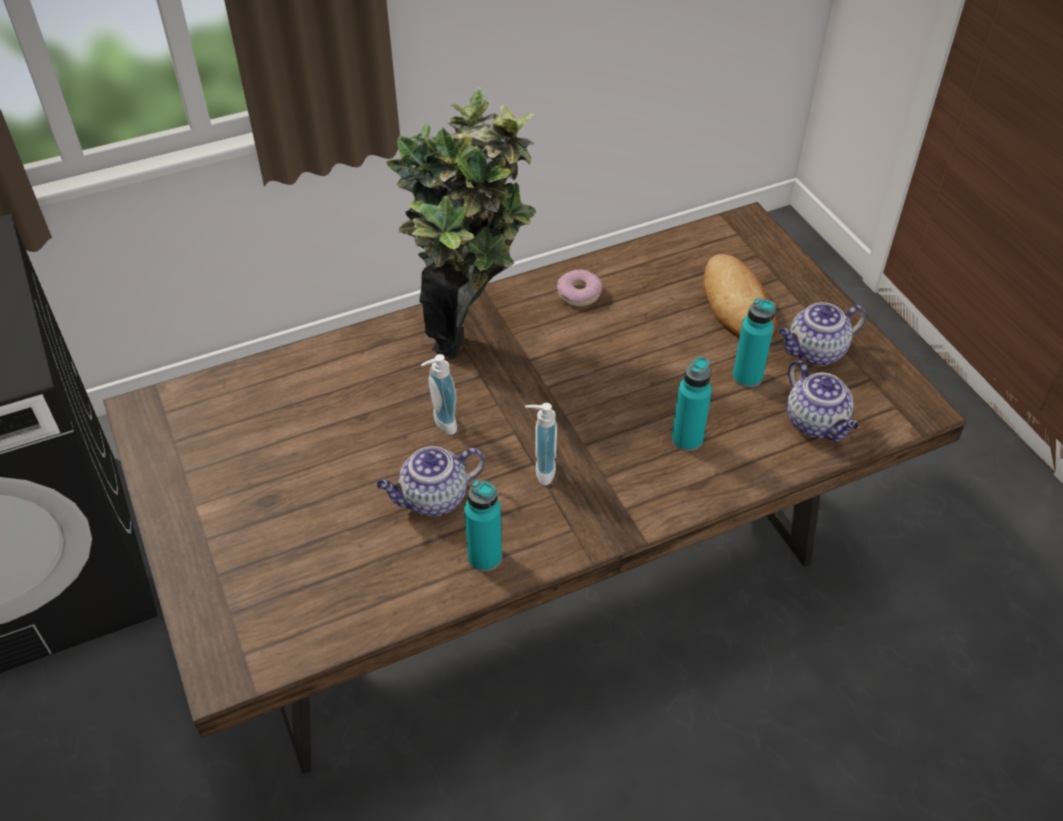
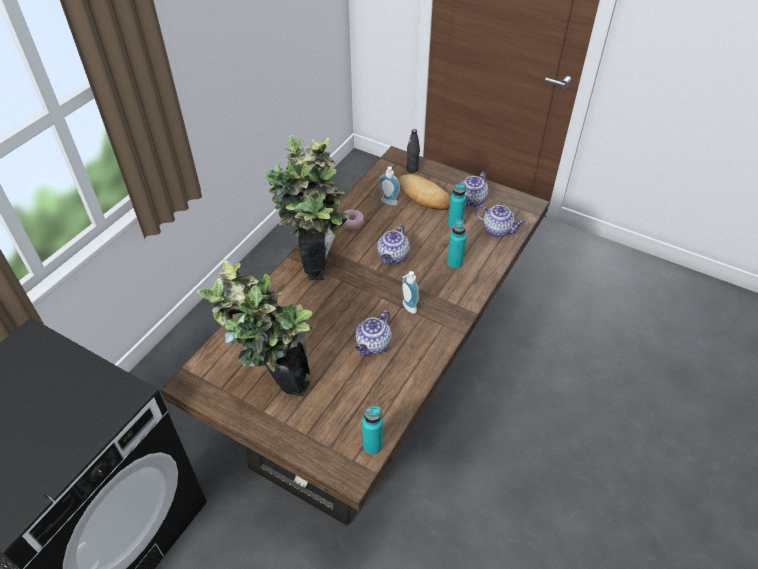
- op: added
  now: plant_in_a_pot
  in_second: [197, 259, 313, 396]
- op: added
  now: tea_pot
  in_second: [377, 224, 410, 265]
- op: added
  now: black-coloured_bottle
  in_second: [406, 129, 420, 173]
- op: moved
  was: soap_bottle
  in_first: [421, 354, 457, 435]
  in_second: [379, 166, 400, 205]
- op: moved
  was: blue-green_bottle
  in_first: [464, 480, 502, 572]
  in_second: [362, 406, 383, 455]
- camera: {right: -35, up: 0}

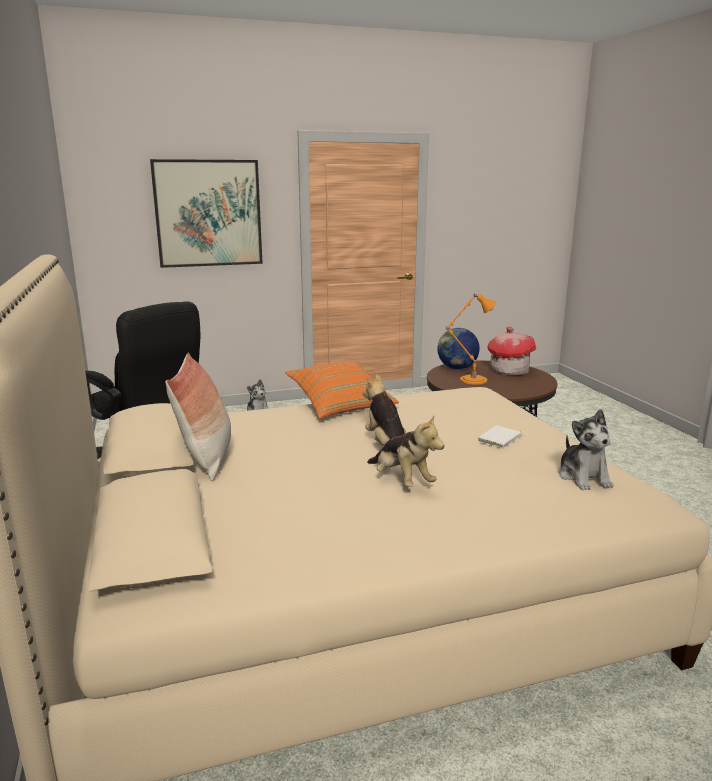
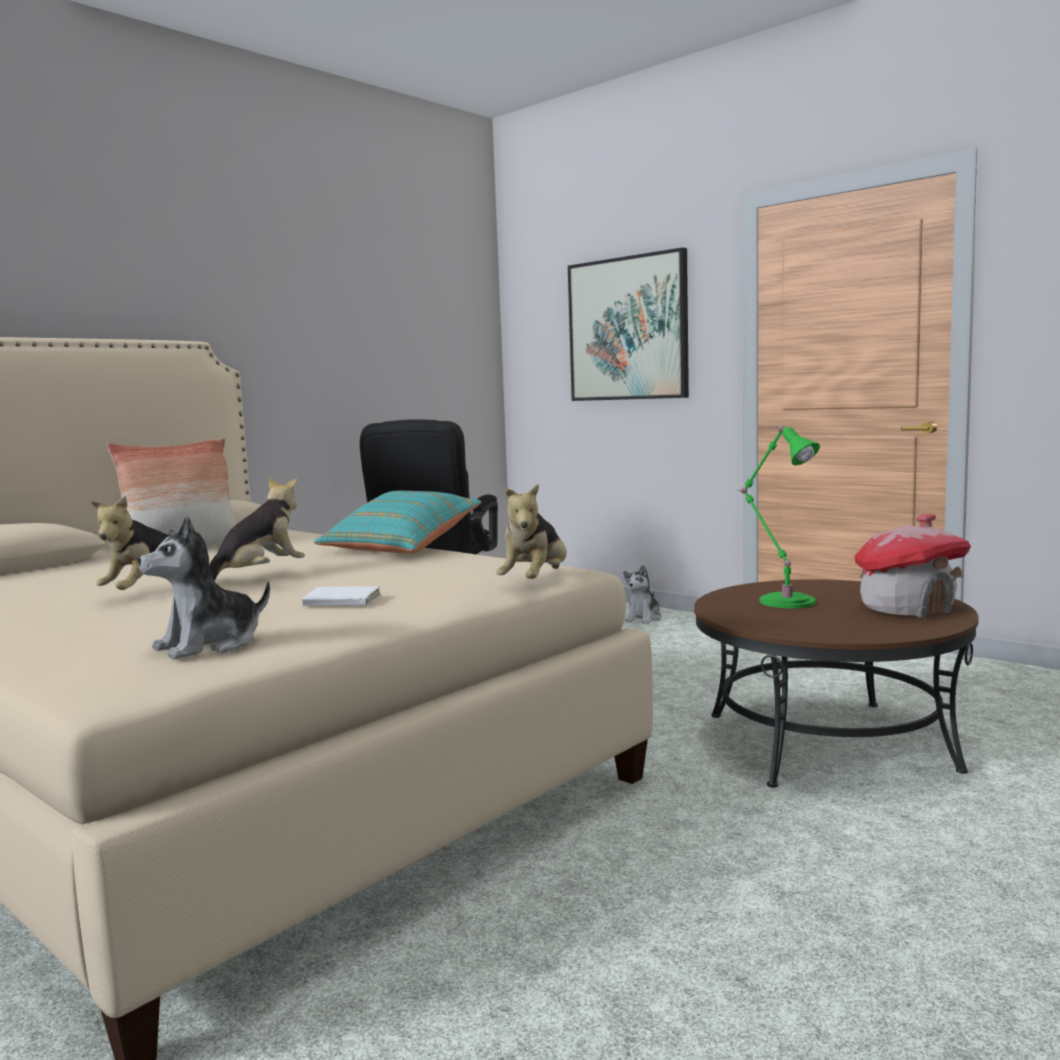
- op: removed
  was: globe
  in_first: [437, 328, 480, 369]
- op: added
  now: plush_toy
  in_second: [496, 484, 567, 579]
- op: recoloured
  was: orangey_throw_pillow
  now: blue-green_throw_pillow
  in_first: [285, 361, 399, 418]
  in_second: [314, 491, 482, 553]
- op: recoloured
  was: orangey_lamp_for_a_table
  now: greenish_lamp_for_a_table
  in_first: [446, 294, 496, 385]
  in_second: [738, 426, 820, 608]
- camera: {right: 60, up: -10}

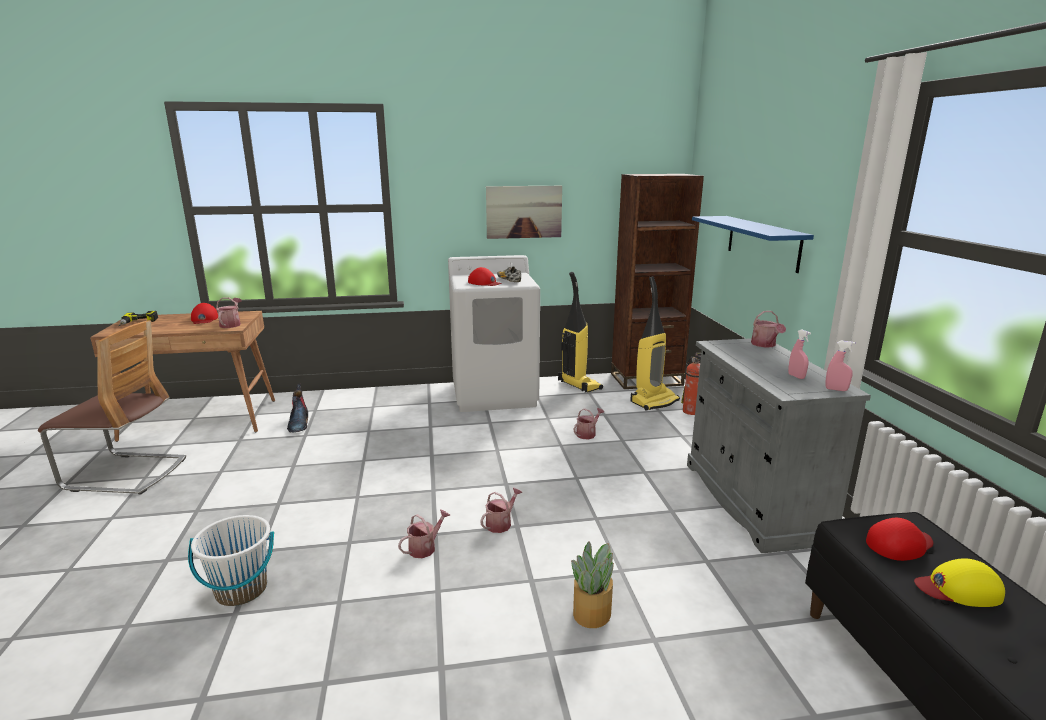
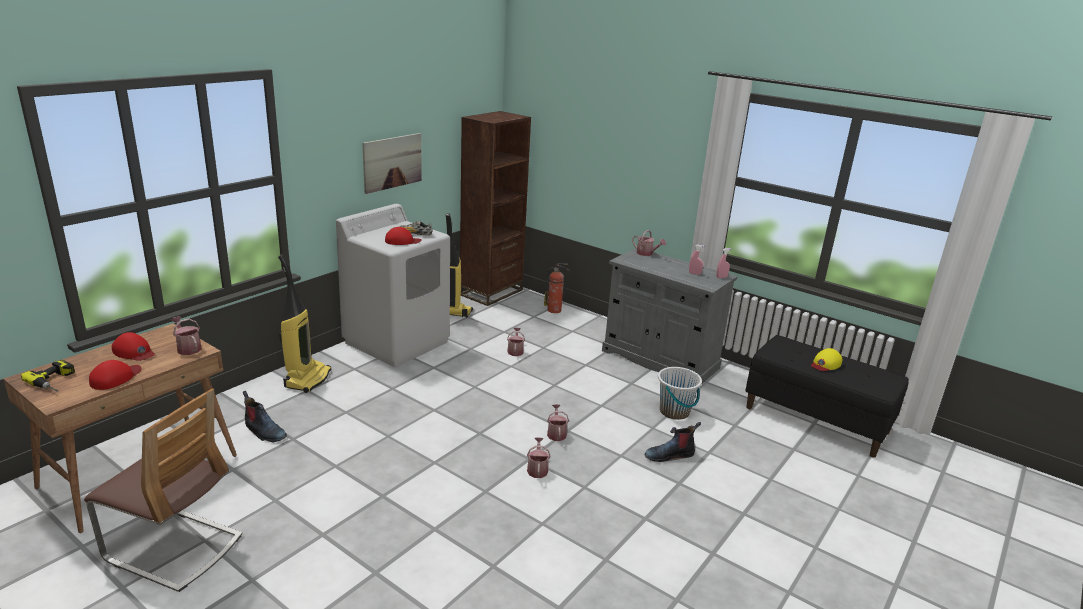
- op: removed
  was: blue_bracket_shelf
  in_first: [692, 216, 814, 273]
- op: moved
  was: white_pail
  in_first: [188, 515, 274, 606]
  in_second: [658, 367, 702, 420]
- op: moved
  was: hoover
  in_first: [630, 276, 680, 411]
  in_second: [278, 255, 331, 393]
- op: moved
  was: red_peaked_cap
  in_first: [866, 518, 933, 561]
  in_second: [89, 360, 142, 390]
- op: replaced
  was: plant_in_a_pot
  now: tall_boot
  in_first: [571, 541, 614, 628]
  in_second: [645, 422, 701, 462]
- op: turned
  was: plain_chair
  in_first: [38, 320, 186, 495]
  in_second: [84, 388, 243, 592]
  clockwise: 60
- camera: {right: -45, up: 5}

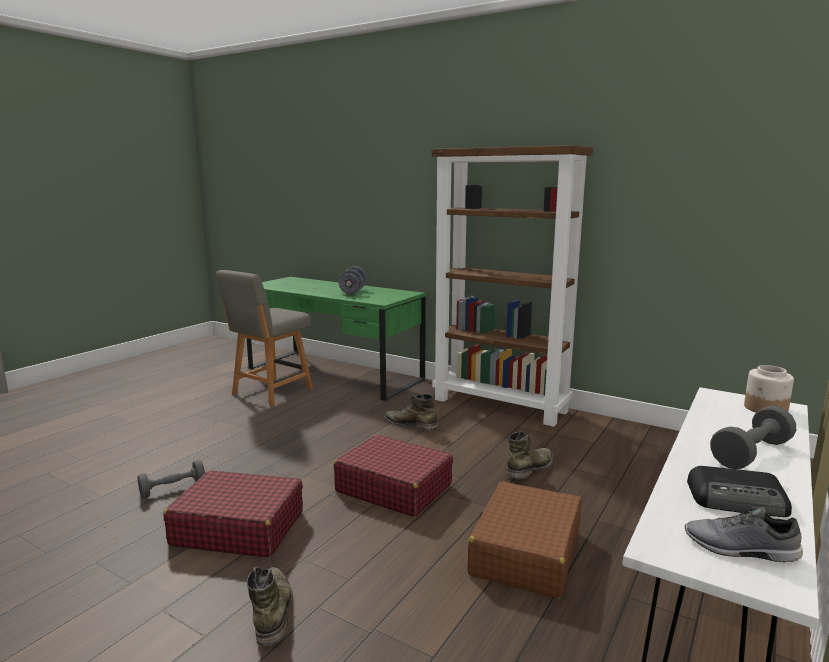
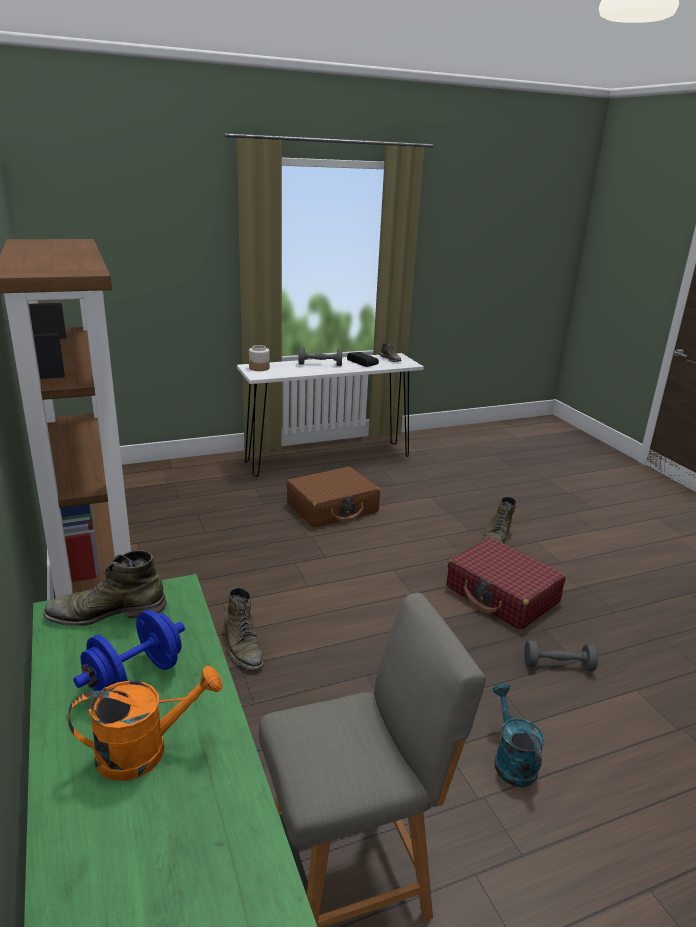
- op: removed
  was: red_suitcase
  in_first: [334, 435, 453, 517]
- op: added
  now: orangey_watering_can
  in_second: [68, 666, 222, 781]
- op: added
  now: blue-green_watering_can
  in_second: [492, 684, 545, 787]
- op: moved
  was: greenish_tall_boot
  in_first: [507, 431, 553, 479]
  in_second: [43, 550, 166, 626]
- op: recoloured
  was: greyish_hand_weight
  now: blue_hand_weight
  in_first: [338, 266, 367, 294]
  in_second: [73, 610, 185, 691]
- camera: {right: -145, up: 10}

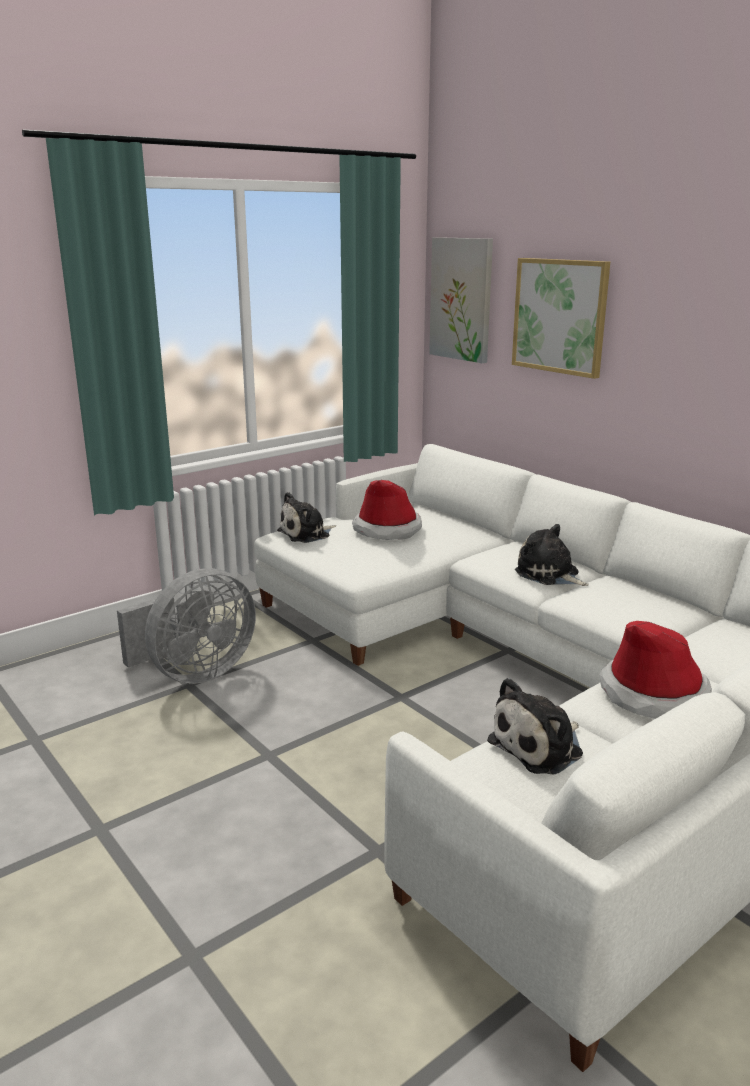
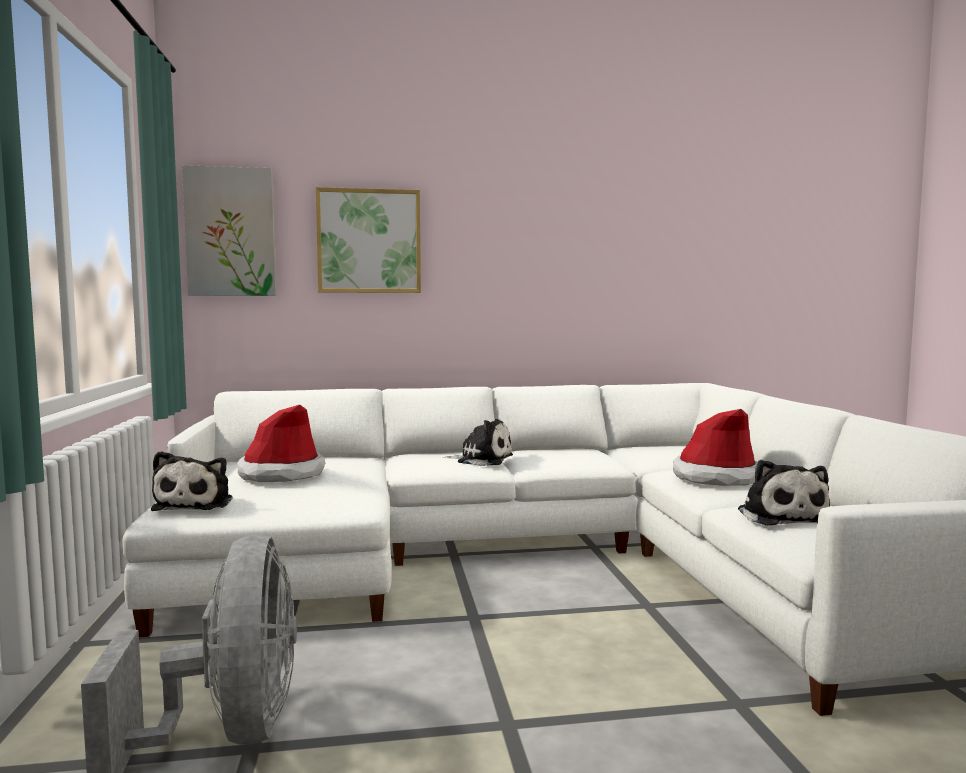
- op: turned
  was: plush_toy
  in_first: [515, 524, 589, 586]
  in_second: [444, 419, 513, 466]
  clockwise: -150
- camera: {right: -60, up: -15}

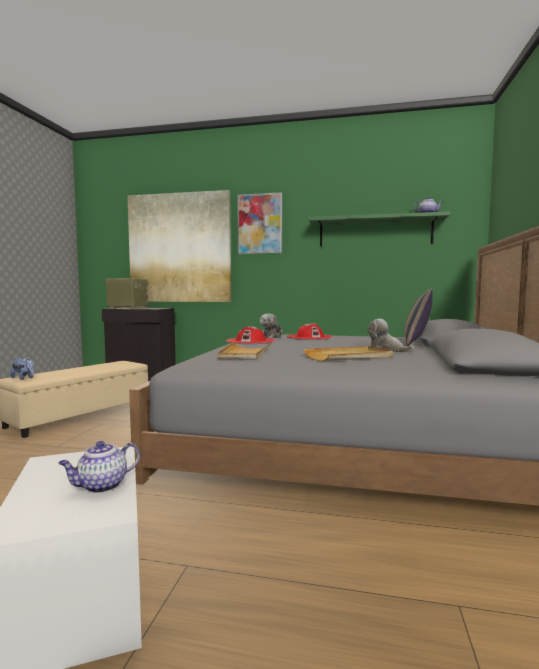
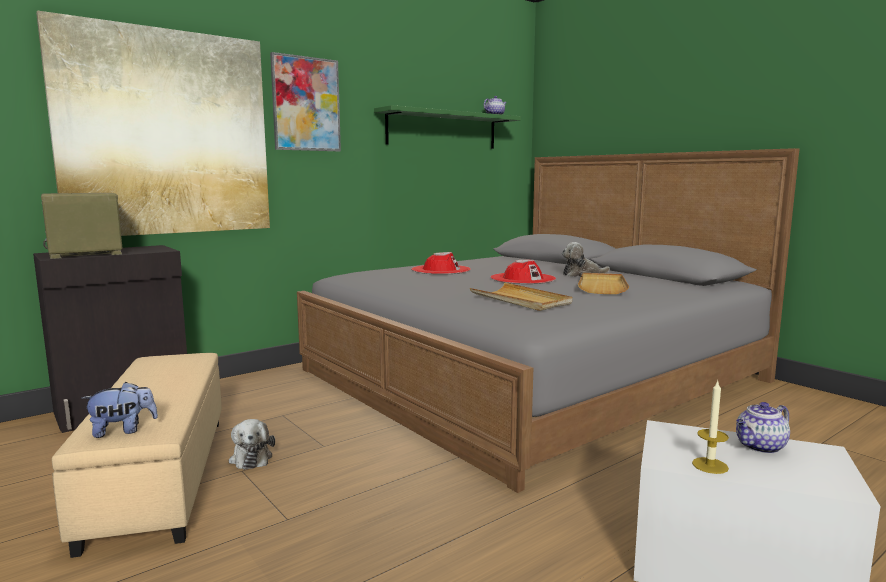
- op: removed
  was: throw_pillow
  in_first: [404, 288, 433, 346]
- op: added
  now: wax_candle
  in_second: [692, 380, 729, 474]
- op: moved
  was: red_clothing_hat
  in_first: [226, 326, 276, 344]
  in_second: [490, 260, 556, 284]
- op: moved
  was: plush_toy
  in_first: [260, 314, 283, 339]
  in_second: [229, 419, 275, 470]
- op: turned
  was: tea_pot
  in_first: [58, 441, 140, 493]
  in_second: [736, 402, 790, 454]
  clockwise: 60
- camera: {right: -50, up: 5}

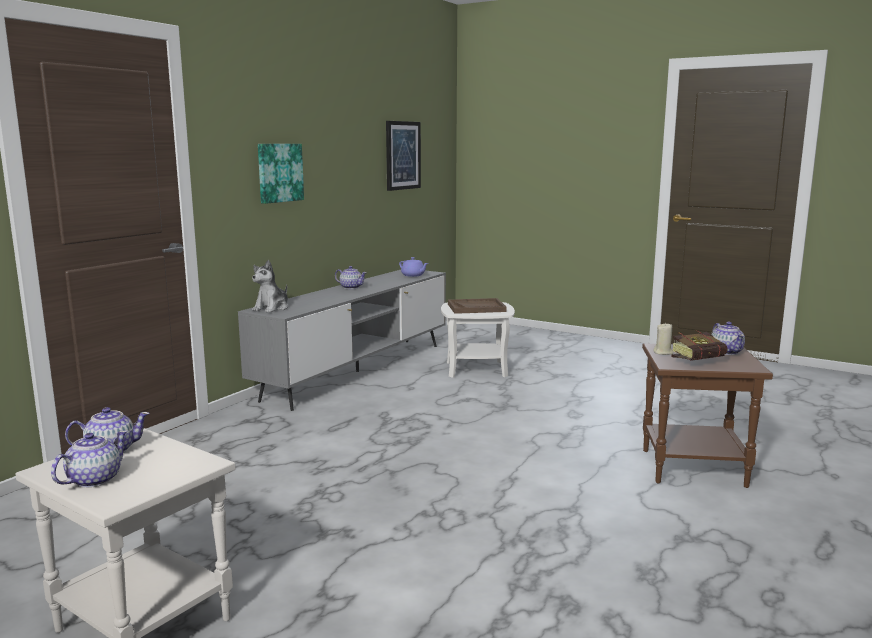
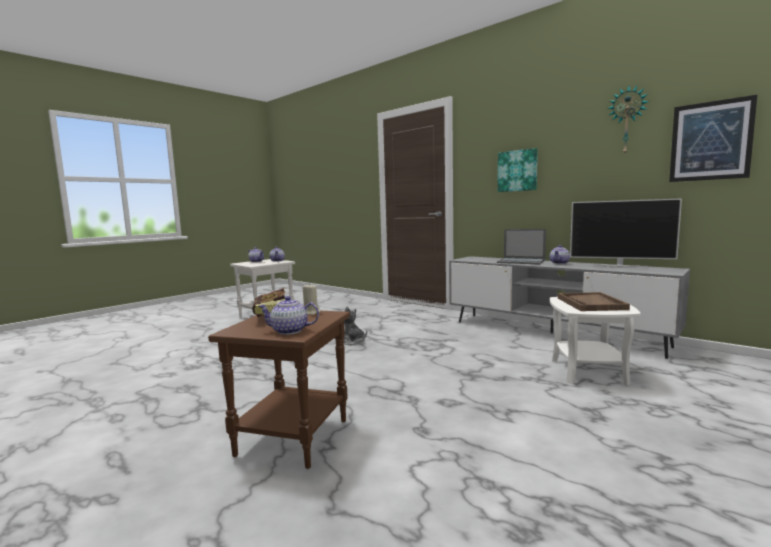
- op: removed
  was: purplish_tea_pot
  in_first: [399, 257, 428, 277]
- op: added
  now: portable_computer
  in_second: [497, 229, 546, 265]
- op: added
  now: TV
  in_second: [570, 199, 682, 267]
- op: added
  now: wall_clock
  in_second: [607, 86, 649, 153]
- op: moved
  was: plush_toy
  in_first: [252, 260, 289, 313]
  in_second: [344, 306, 367, 345]
- camera: {right: 100, up: -5}

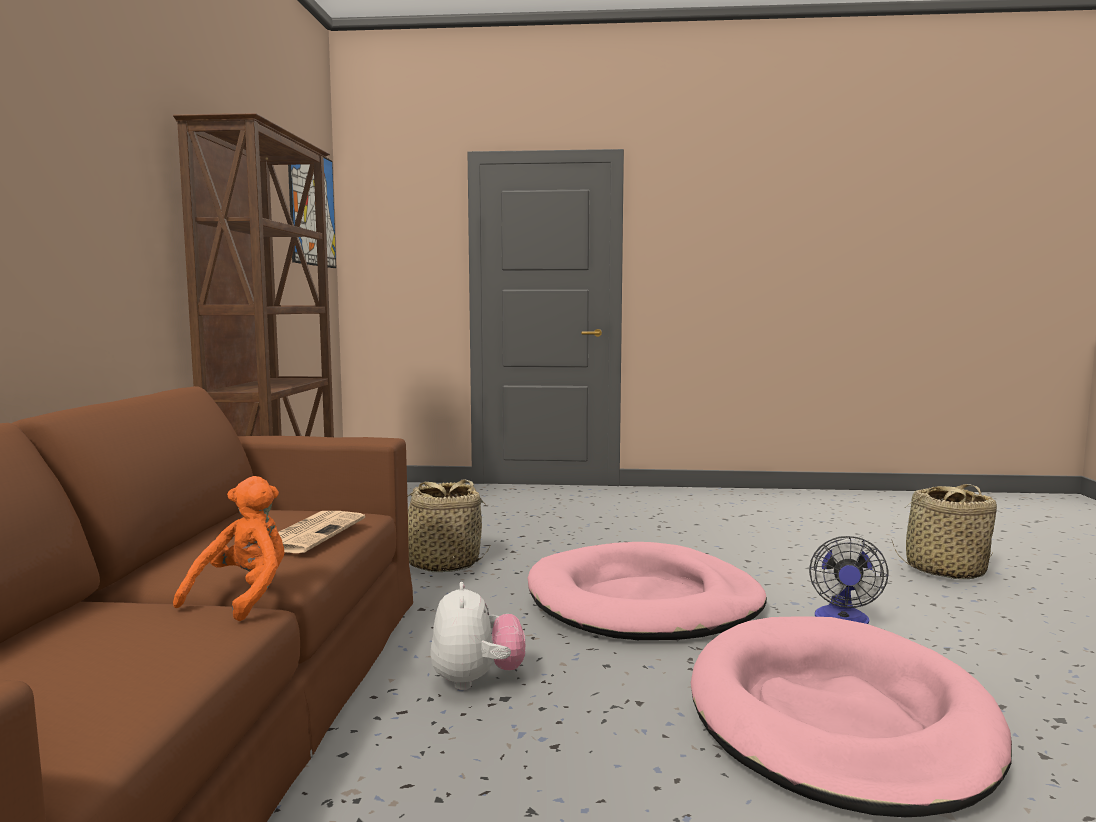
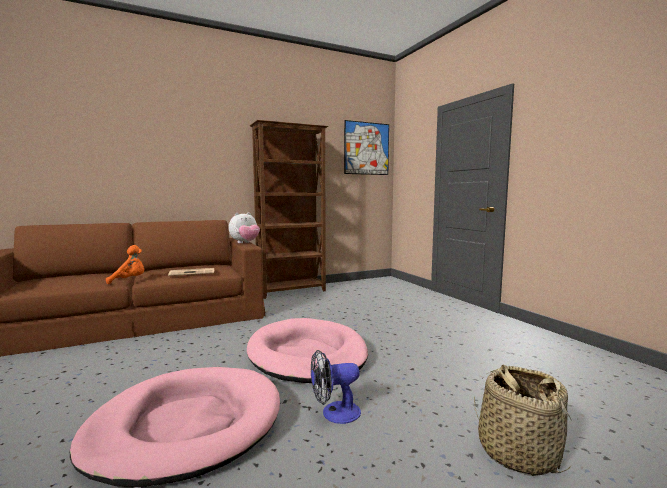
- op: removed
  was: storage_basket
  in_first: [407, 479, 490, 572]
- op: moved
  was: plush_toy
  in_first: [430, 582, 525, 690]
  in_second: [229, 212, 260, 243]
- camera: {right: 60, up: 0}

